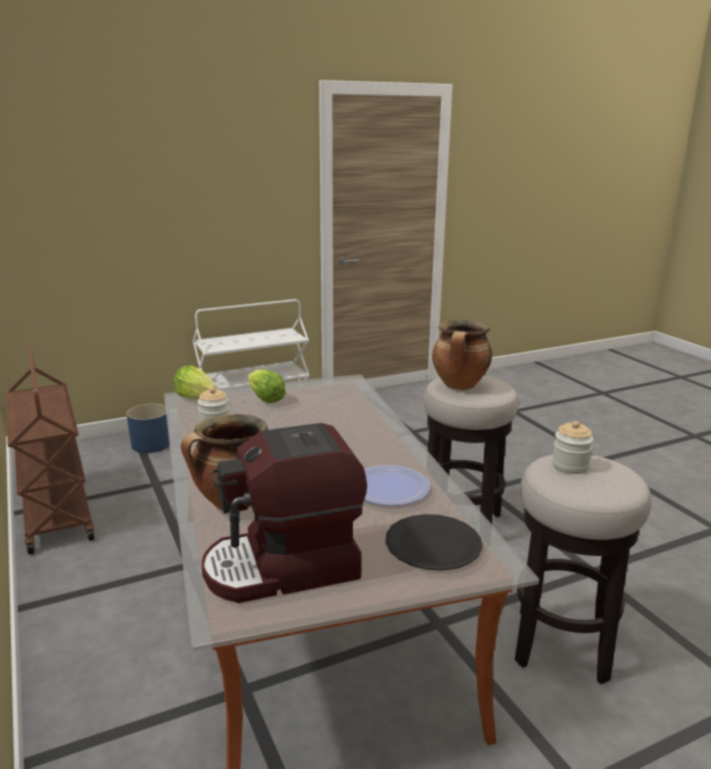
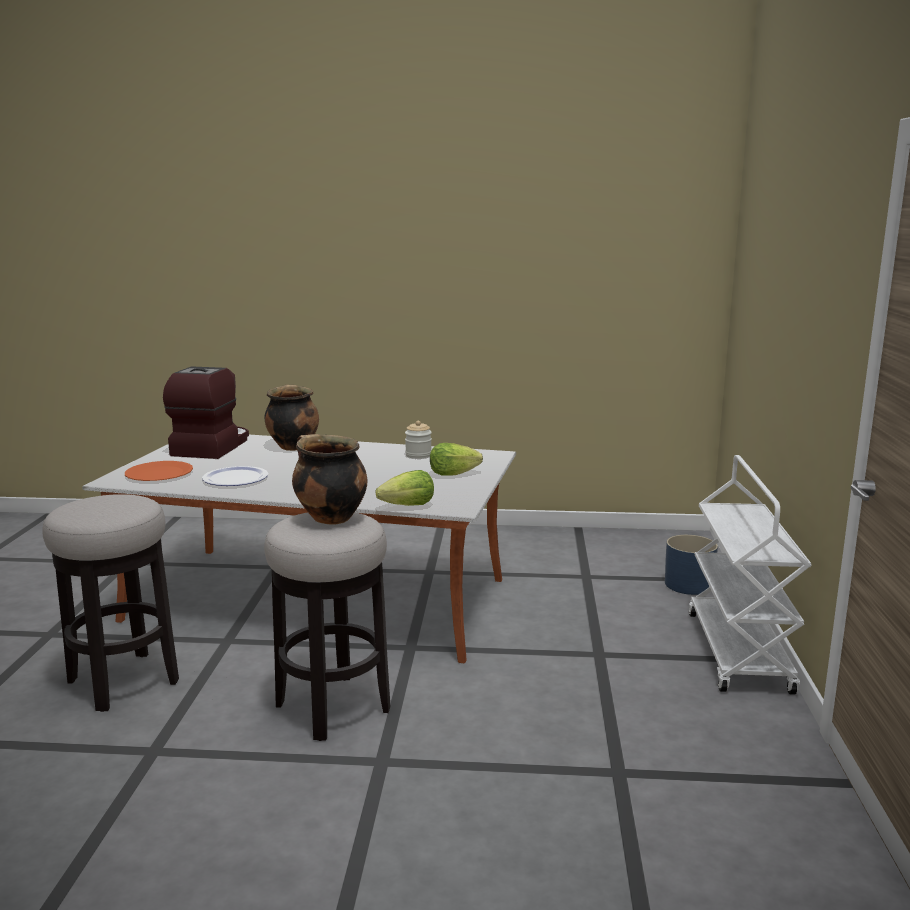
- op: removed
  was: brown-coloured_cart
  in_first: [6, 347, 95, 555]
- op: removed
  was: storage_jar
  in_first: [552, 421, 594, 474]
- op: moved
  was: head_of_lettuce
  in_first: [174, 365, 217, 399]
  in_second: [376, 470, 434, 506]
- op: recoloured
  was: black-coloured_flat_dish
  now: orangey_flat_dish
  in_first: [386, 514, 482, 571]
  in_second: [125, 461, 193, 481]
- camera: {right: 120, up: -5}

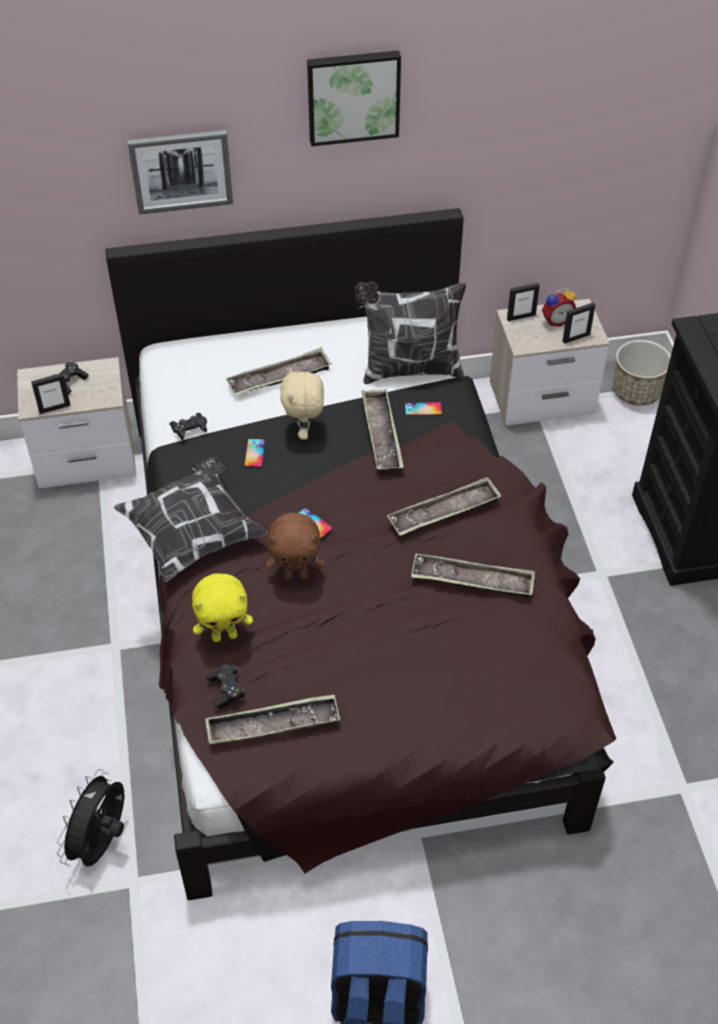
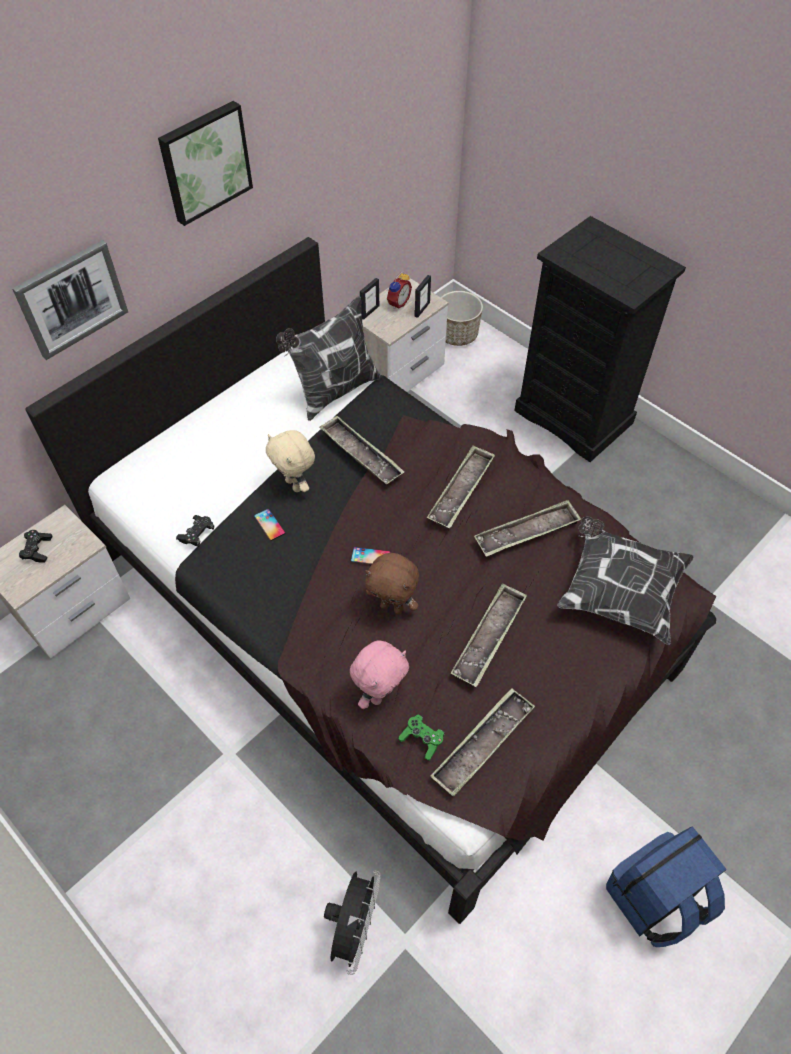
- op: removed
  was: standing_frame
  in_first: [31, 373, 71, 414]
- op: removed
  was: phone
  in_first: [405, 402, 442, 415]
- op: moved
  was: throw_pillow
  in_first: [114, 457, 267, 582]
  in_second: [557, 516, 694, 645]
- op: moved
  was: serving_tray
  in_first: [226, 348, 332, 396]
  in_second: [451, 583, 527, 687]
- op: recoloured
  was: yellow_plush_toy
  now: pink-coloured_plush_toy
  in_first: [192, 574, 253, 642]
  in_second: [350, 640, 409, 709]
- op: recoloured
  was: black-coloured_gamepad
  now: greenish_gamepad
  in_first: [206, 664, 246, 708]
  in_second: [398, 715, 445, 761]
- op: turned
  was: black-coloured_fan
  in_first: [57, 769, 124, 867]
  in_second: [324, 870, 381, 975]
  clockwise: -150
- op: turned
  was: brown-coloured_plush_toy
  in_first: [266, 512, 324, 580]
  in_second: [365, 553, 419, 614]
  clockwise: 60
- camera: {right: -35, up: 5}

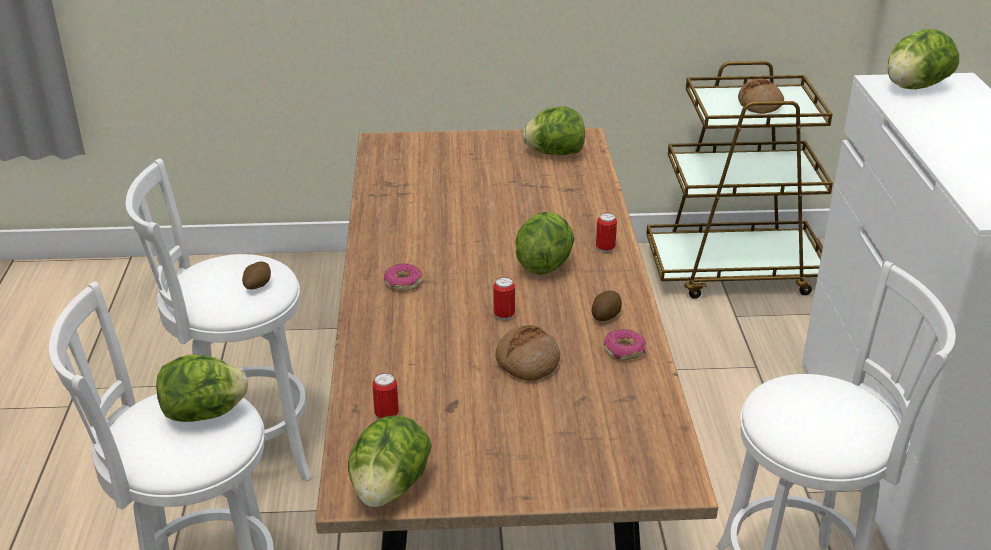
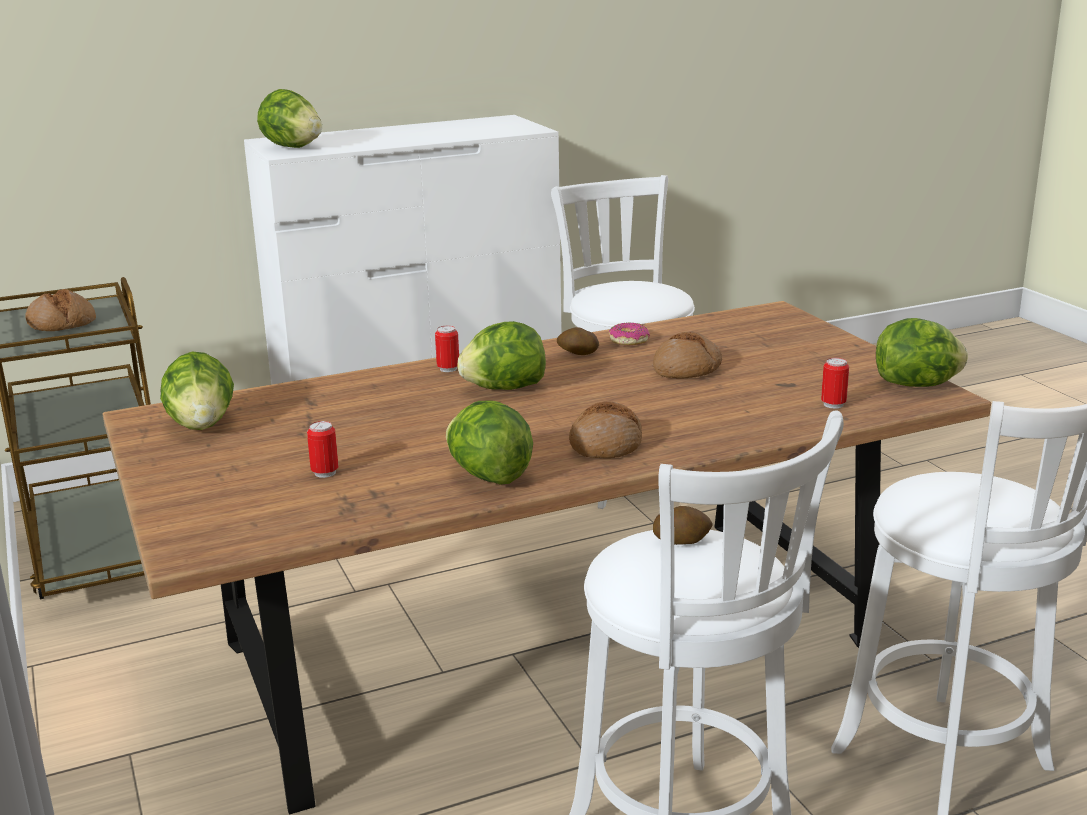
- op: moved
  was: head_of_lettuce
  in_first: [156, 355, 248, 422]
  in_second: [446, 400, 533, 485]
- op: moved
  was: sealed_can
  in_first: [493, 277, 515, 320]
  in_second: [307, 421, 338, 478]
- op: replaced
  was: donut
  now: bakery_bread
  in_first: [384, 264, 422, 291]
  in_second: [569, 401, 642, 458]
- camera: {right: -110, up: -10}

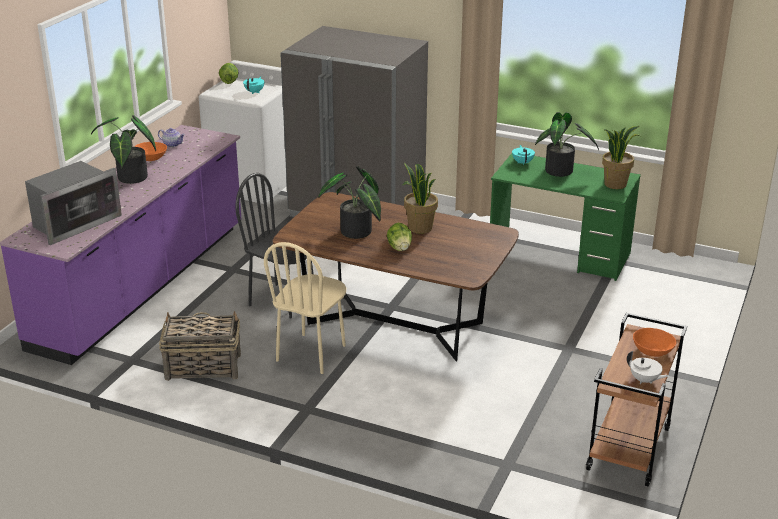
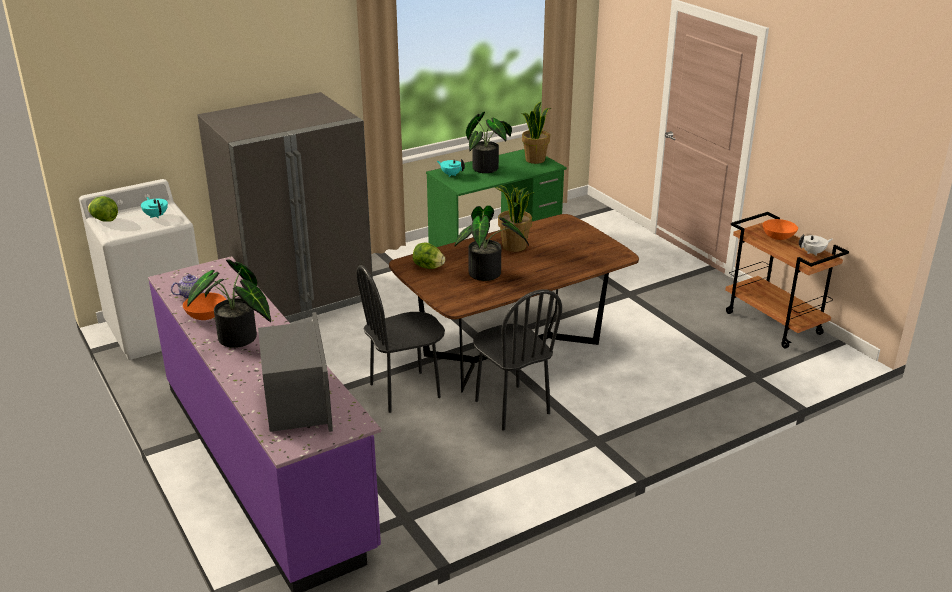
- op: removed
  was: storage_basket
  in_first: [159, 311, 241, 381]
- op: moved
  was: head_of_lettuce
  in_first: [387, 223, 412, 251]
  in_second: [413, 242, 445, 269]
- op: recoloured
  was: beige-coloured_plain_chair
  now: black-coloured_plain_chair
  in_first: [264, 242, 346, 374]
  in_second: [473, 289, 562, 431]
- camera: {right: -55, up: 0}

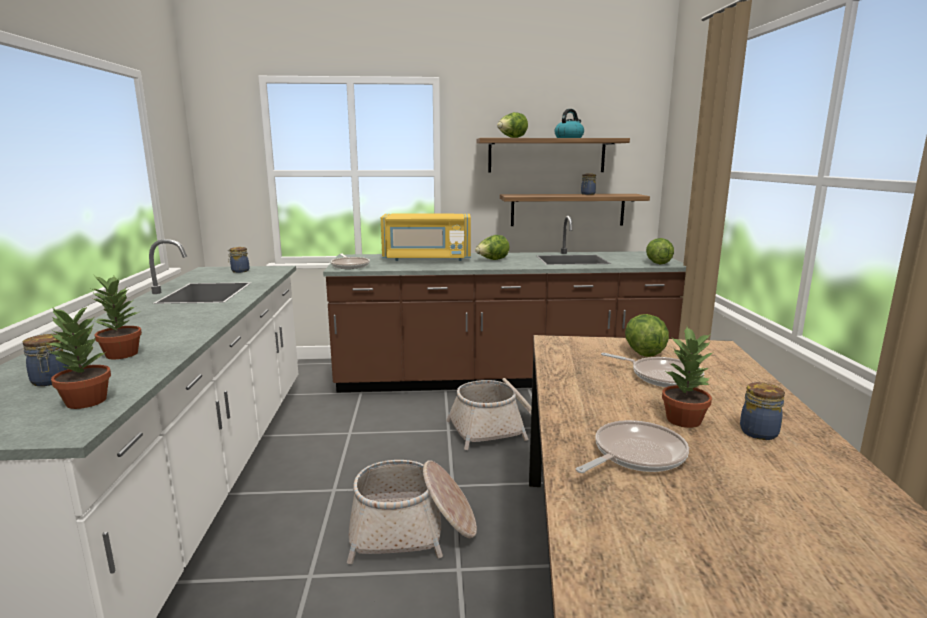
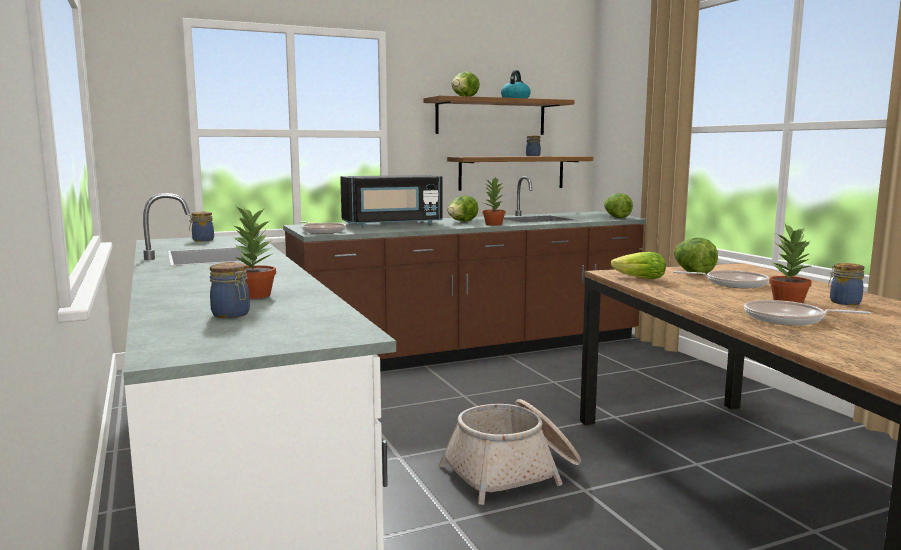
- op: removed
  was: storage_basket
  in_first: [446, 378, 531, 450]
- op: added
  now: head_of_lettuce
  in_second: [611, 252, 666, 279]
- op: moved
  was: plant_in_a_pot
  in_first: [46, 306, 111, 409]
  in_second: [483, 177, 505, 225]
- op: recoloured
  was: yellow_microwave_oven
  now: black-coloured_microwave_oven
  in_first: [381, 214, 471, 261]
  in_second: [340, 175, 443, 227]
- op: turned
  was: skillet
  in_first: [576, 420, 689, 473]
  in_second: [744, 300, 871, 326]
  clockwise: -105
- camera: {right: -20, up: -5}

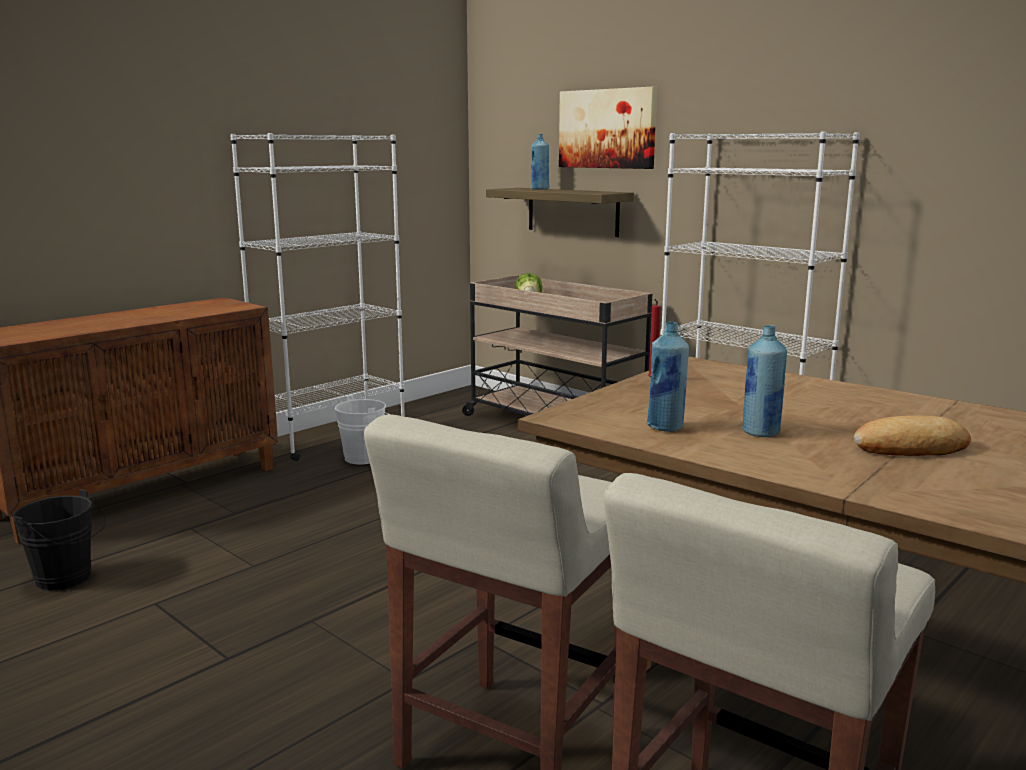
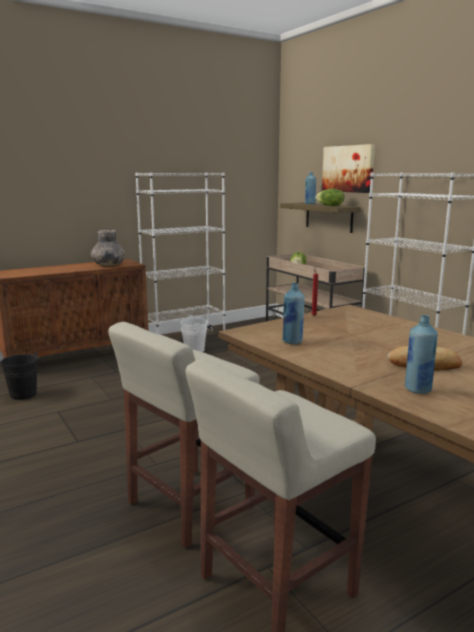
- op: added
  now: greyish_vase
  in_second: [91, 230, 125, 266]
- op: added
  now: head_of_lettuce
  in_second: [315, 189, 344, 206]
- op: moved
  was: blue_bottle
  in_first: [742, 325, 787, 437]
  in_second: [405, 315, 438, 394]
- camera: {right: 15, up: 0}

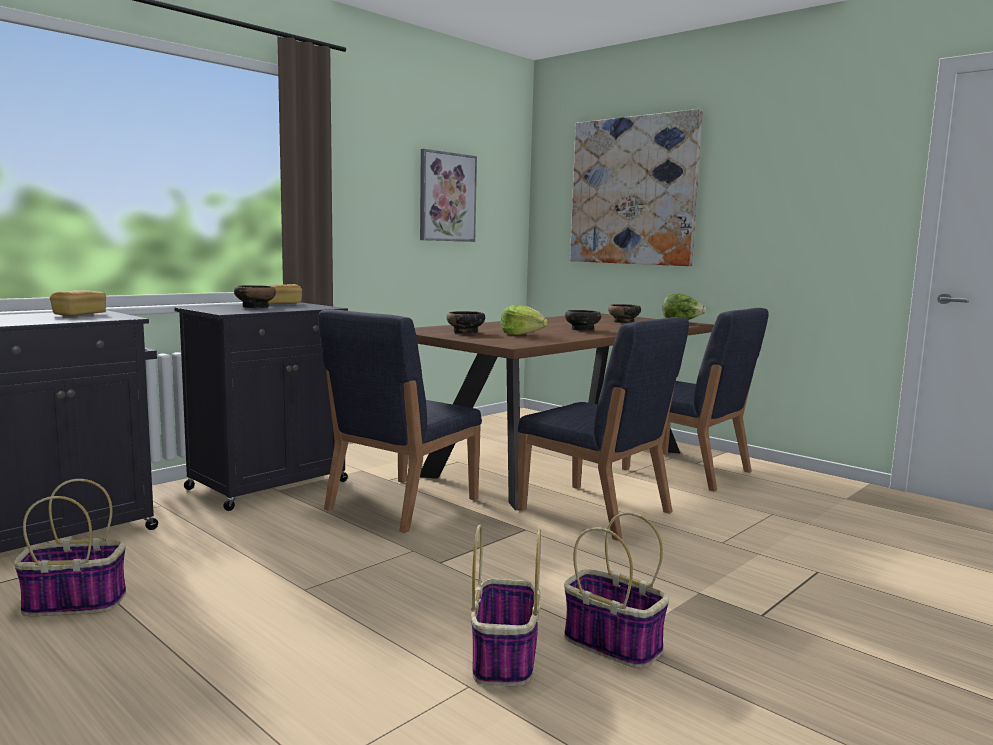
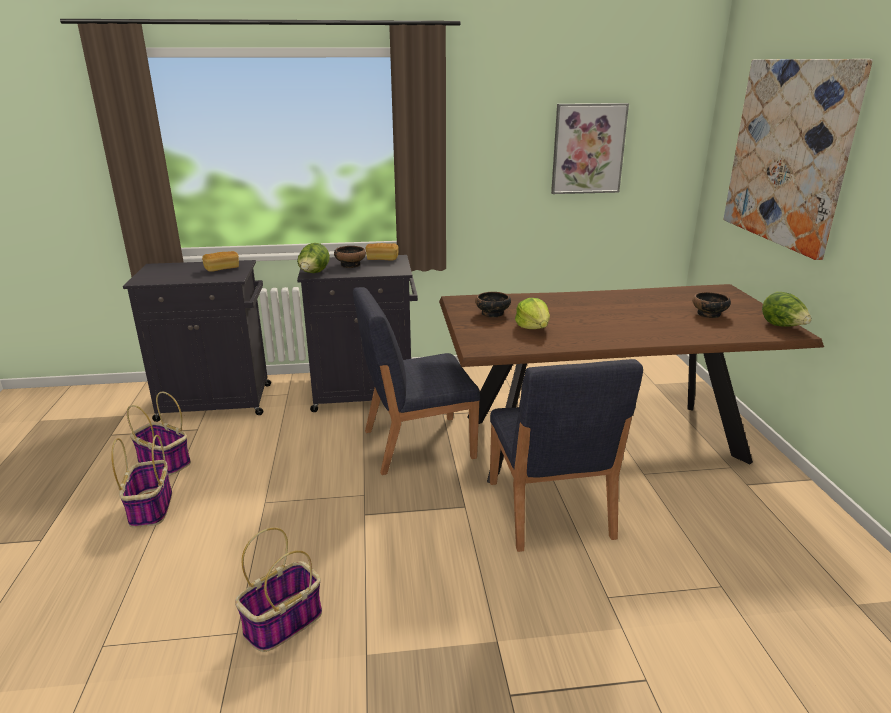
- op: removed
  was: deep_dish
  in_first: [565, 310, 601, 331]
- op: removed
  was: blue_plain_chair
  in_first: [622, 308, 769, 491]
- op: added
  now: head_of_lettuce
  in_second: [297, 243, 330, 273]
- op: moved
  was: storage_basket
  in_first: [564, 512, 669, 668]
  in_second: [111, 435, 172, 528]
- camera: {right: 40, up: 15}

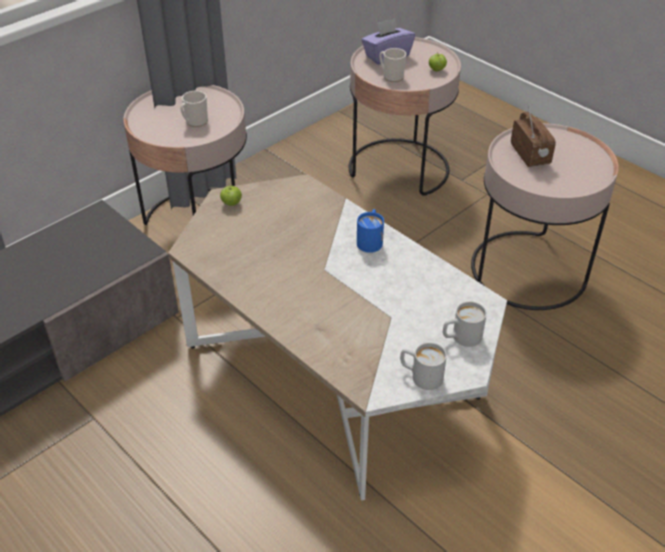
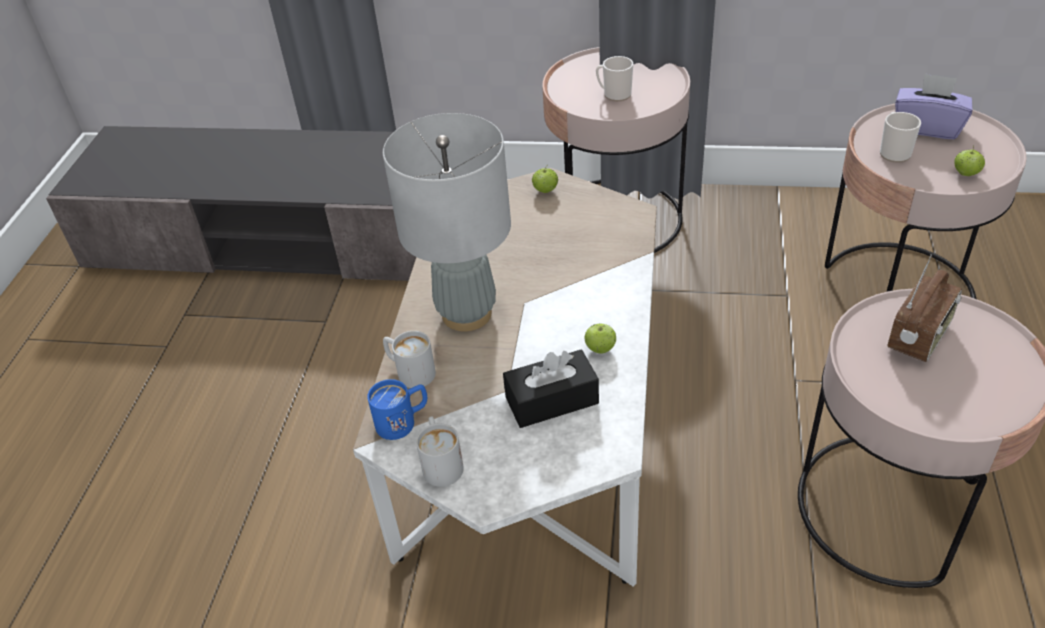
- op: added
  now: greyish_lamp_for_a_table
  in_second: [383, 113, 511, 331]
- op: added
  now: black-coloured_box_of_tissues
  in_second: [503, 350, 599, 428]
- op: added
  now: apple_fruit
  in_second: [584, 323, 616, 354]
- op: moved
  was: blue_mug
  in_first: [357, 209, 384, 253]
  in_second: [367, 379, 427, 440]
- op: moved
  was: white_mug
  in_first: [443, 301, 487, 347]
  in_second: [383, 331, 436, 388]
- camera: {right: 55, up: 0}

